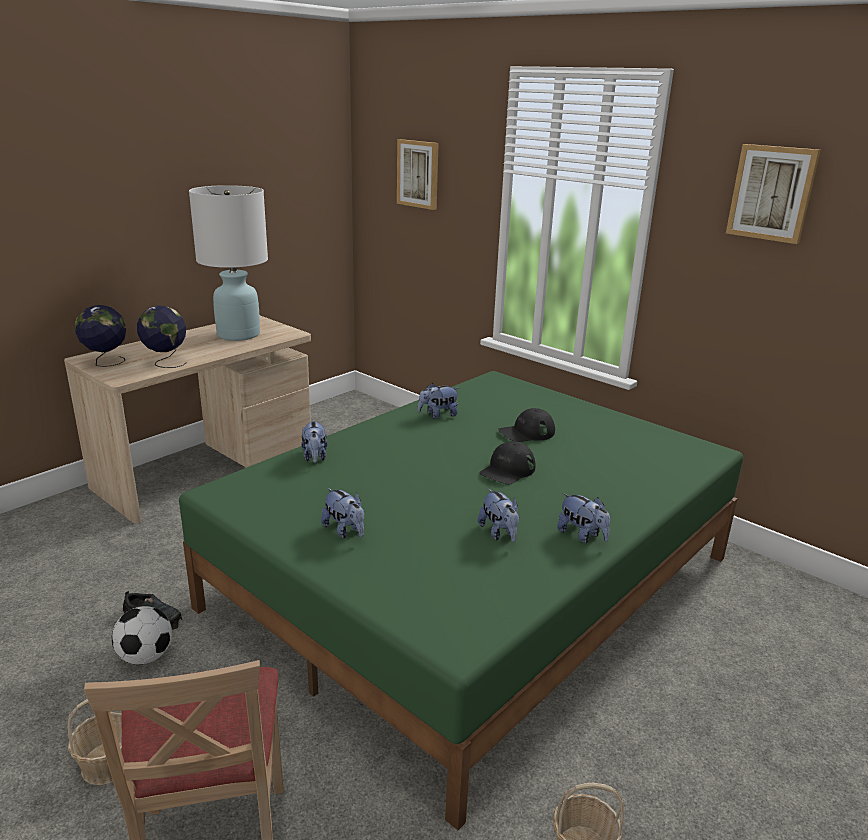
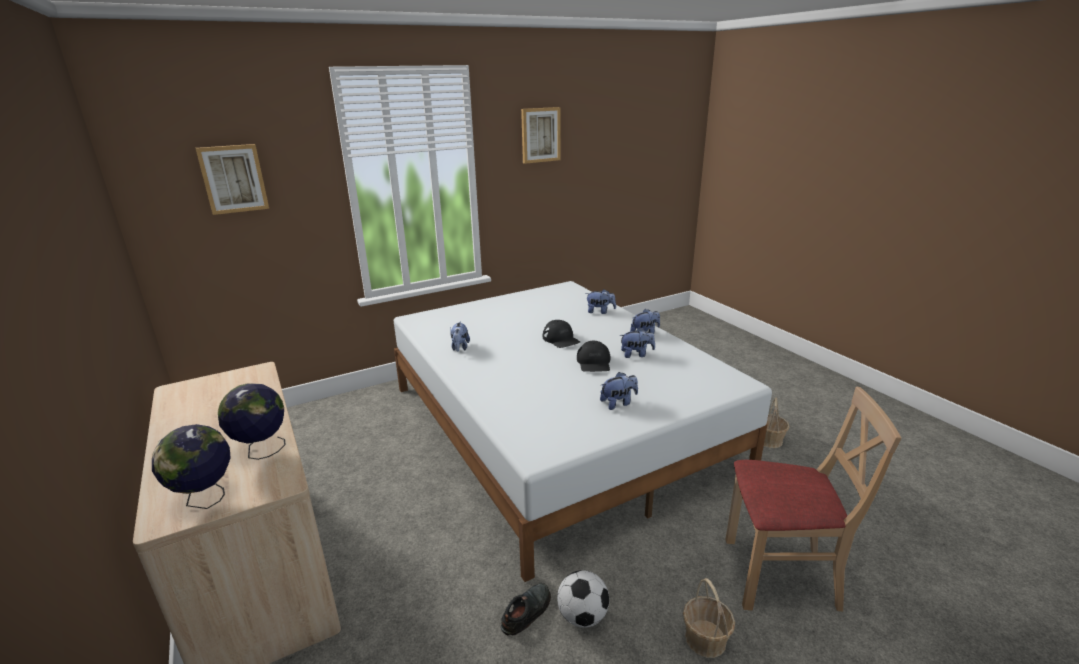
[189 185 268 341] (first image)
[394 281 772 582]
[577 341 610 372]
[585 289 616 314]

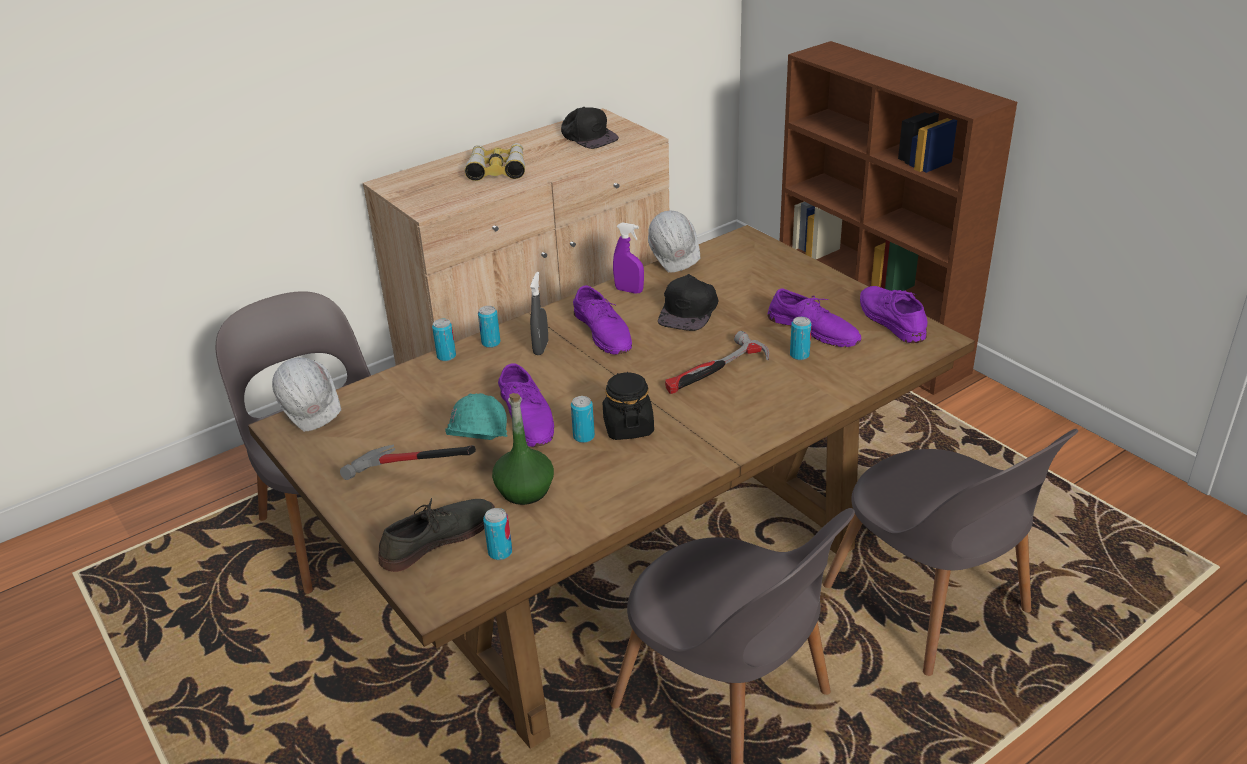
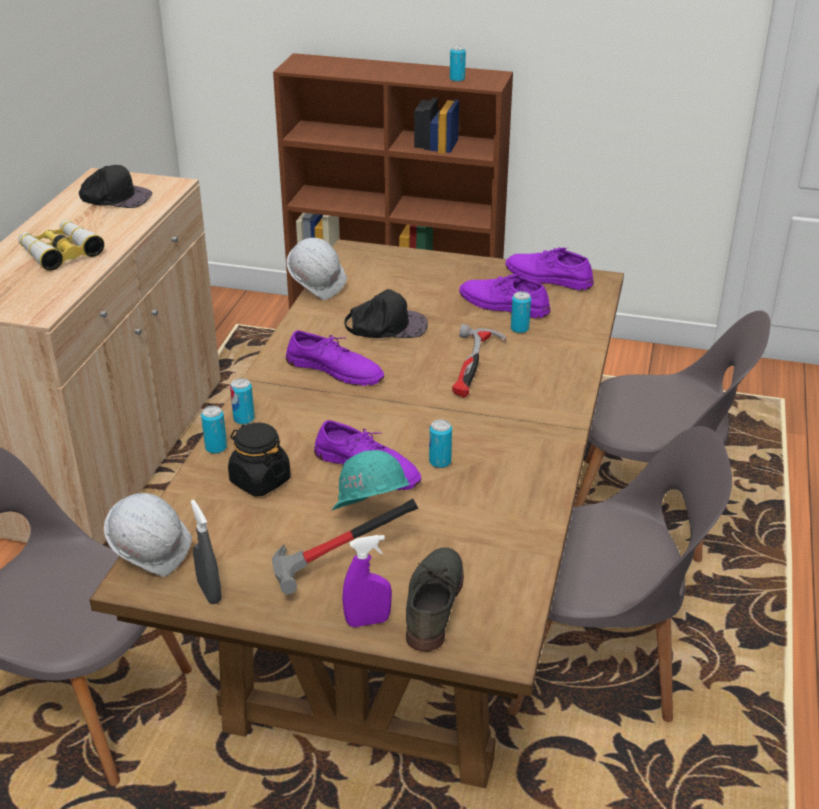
[342 535 392 627]
[190 500 222 604]
[344 289 428 338]
[459 274 550 319]
[228 423 291 497]
[492 393 554 505] (first image)
[450 46 466 82]

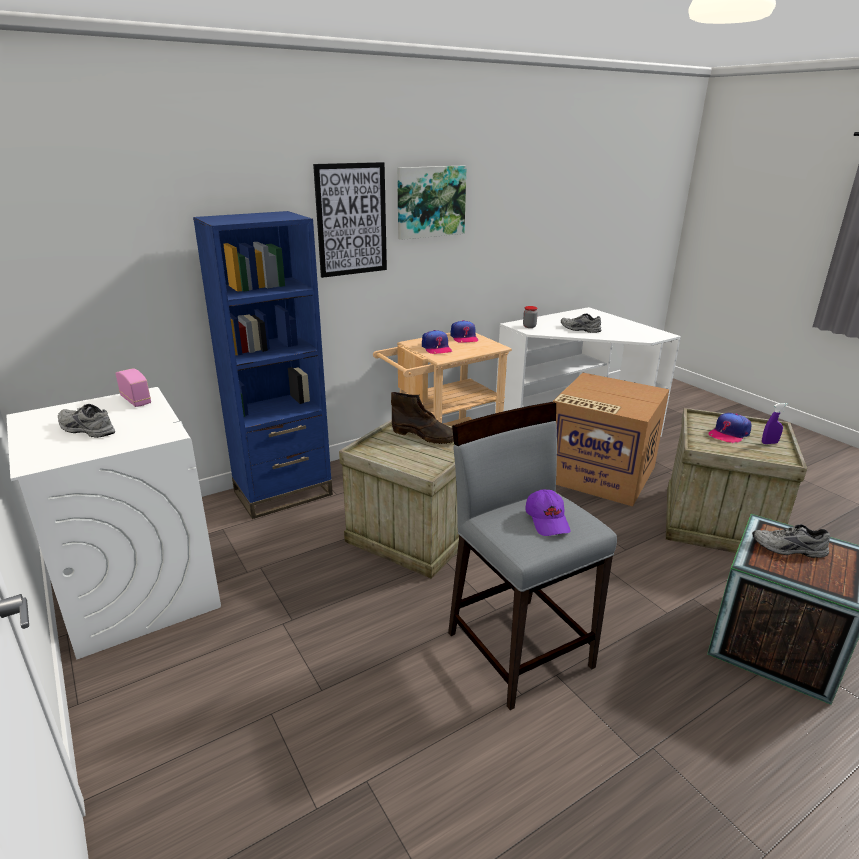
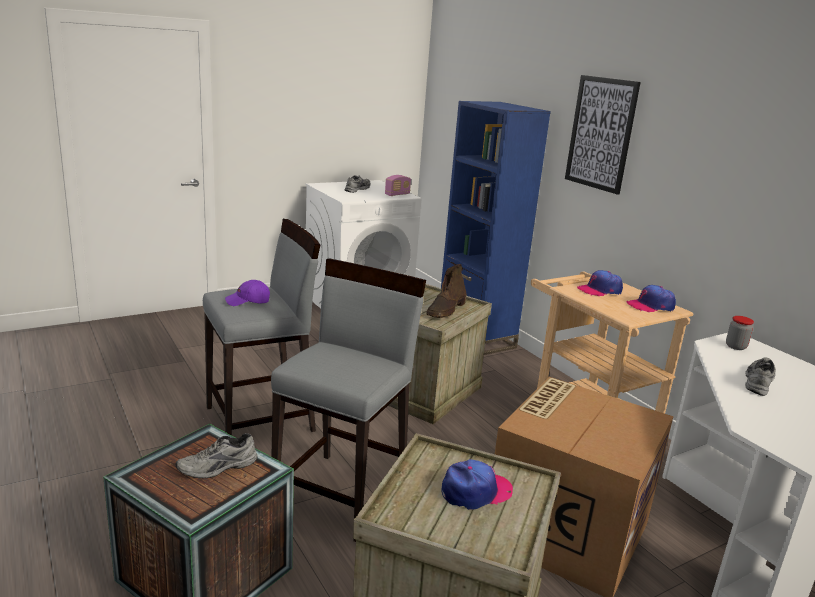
[397 166 467 240] (first image)
[762 403 788 444] (first image)
[441 459 513 510]
[175 433 257 478]
[271 258 426 542]

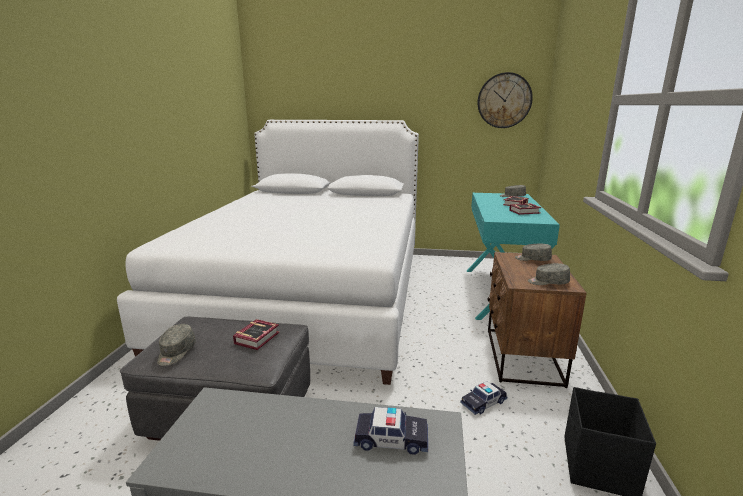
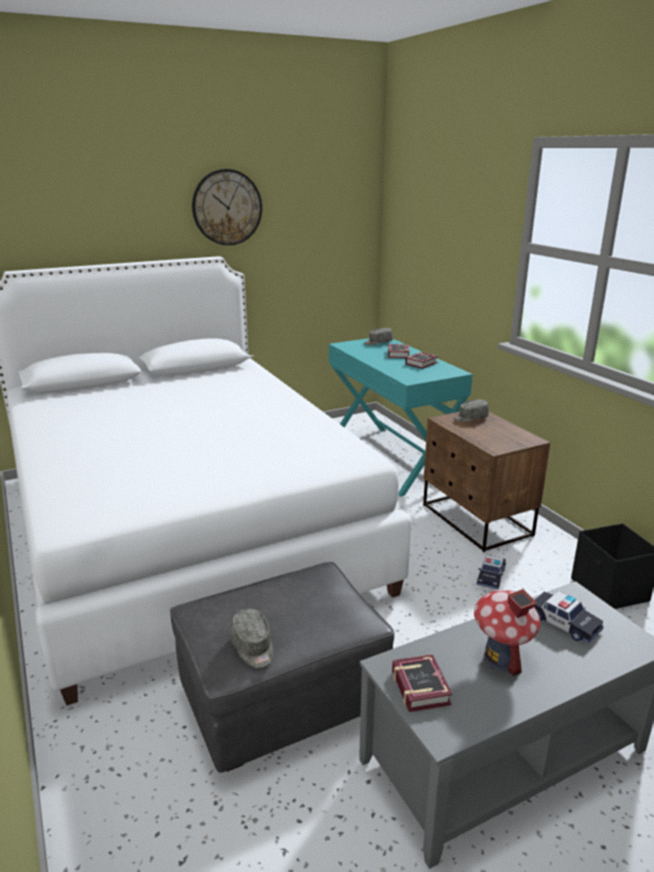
[192 169 262 245]
[528 263 570 285] (first image)
[392 654 452 712]
[534 591 604 644]
[474 589 541 676]

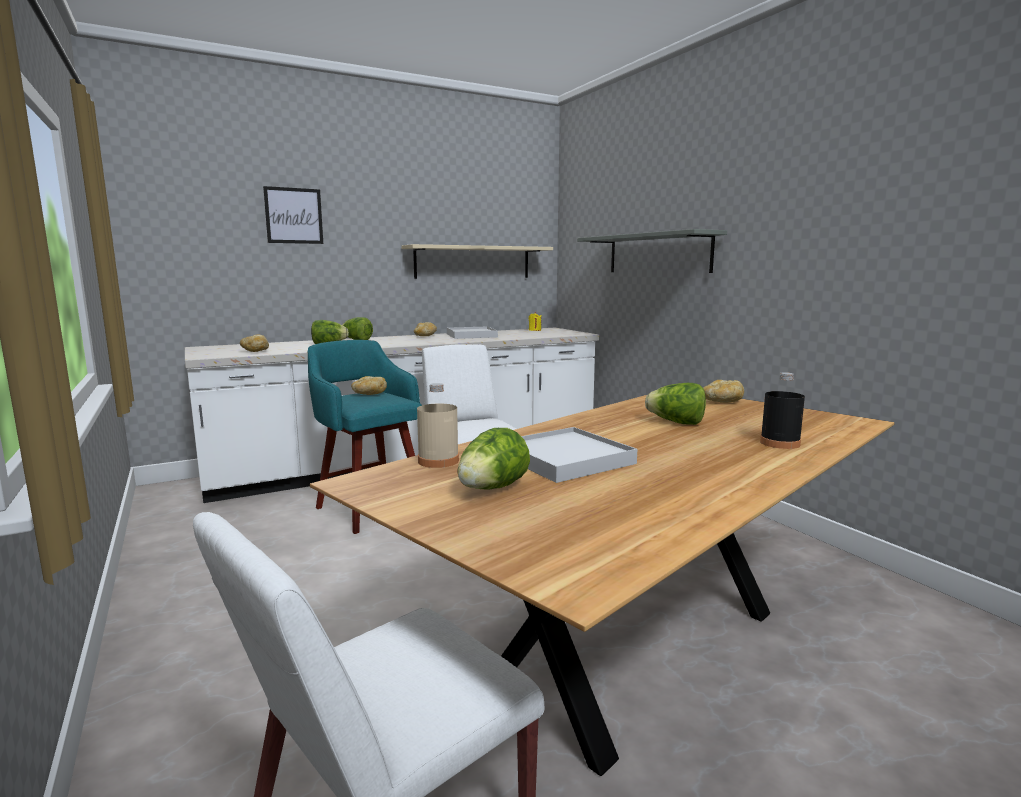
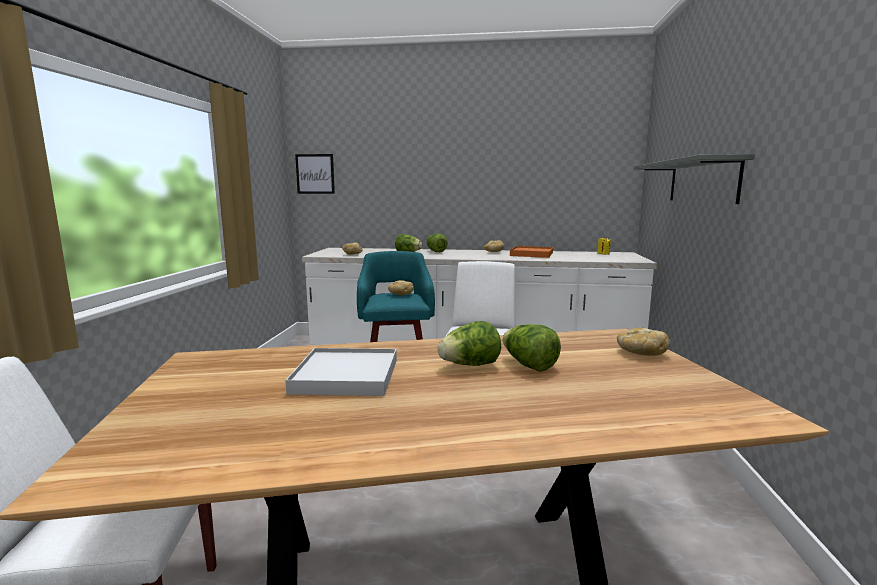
[295 154 335 194]
[401 244 553 279] (first image)
[510 246 553 258]
[760 372 805 449] (first image)
[417 383 459 468] (first image)
[437 321 501 366]

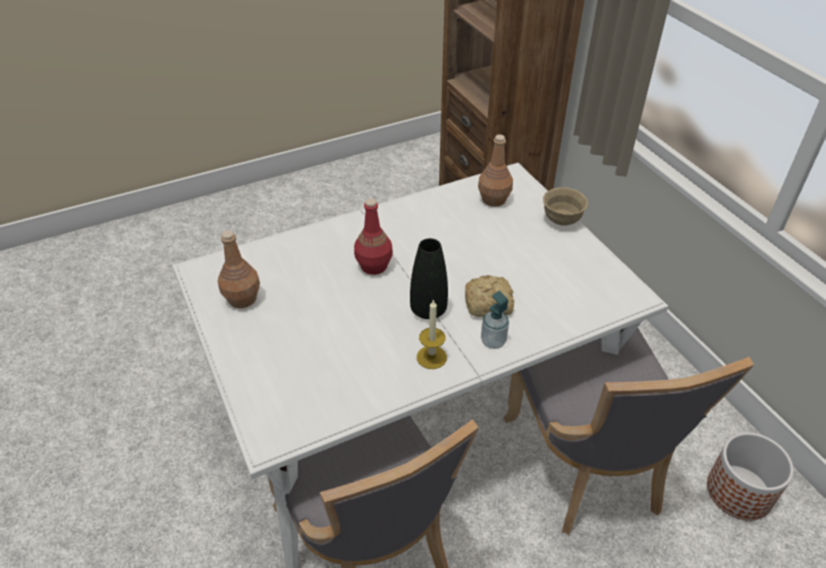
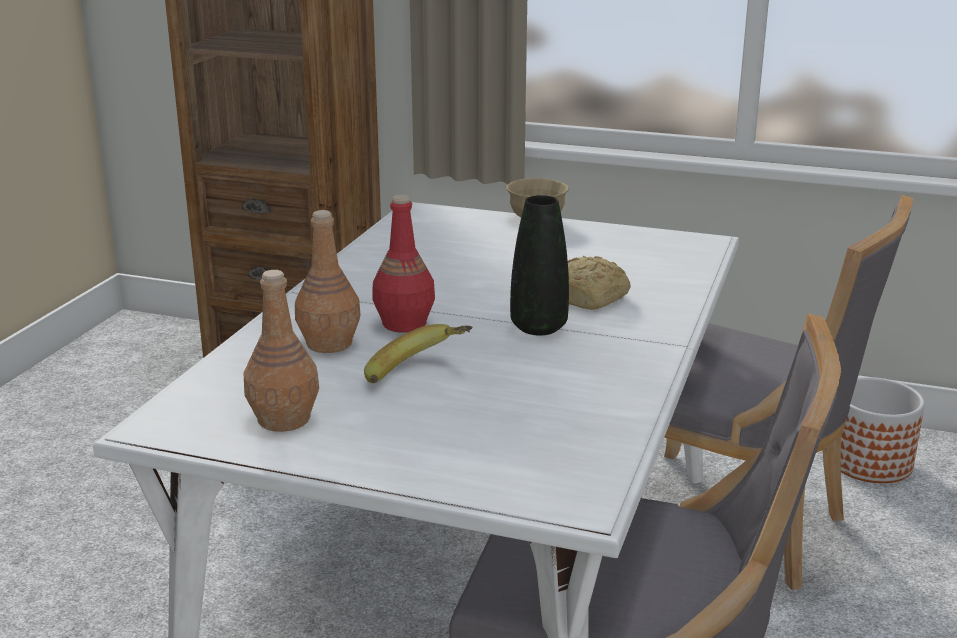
[295 210 361 353]
[481 291 509 349] (first image)
[417 299 447 369] (first image)
[364 324 473 384]

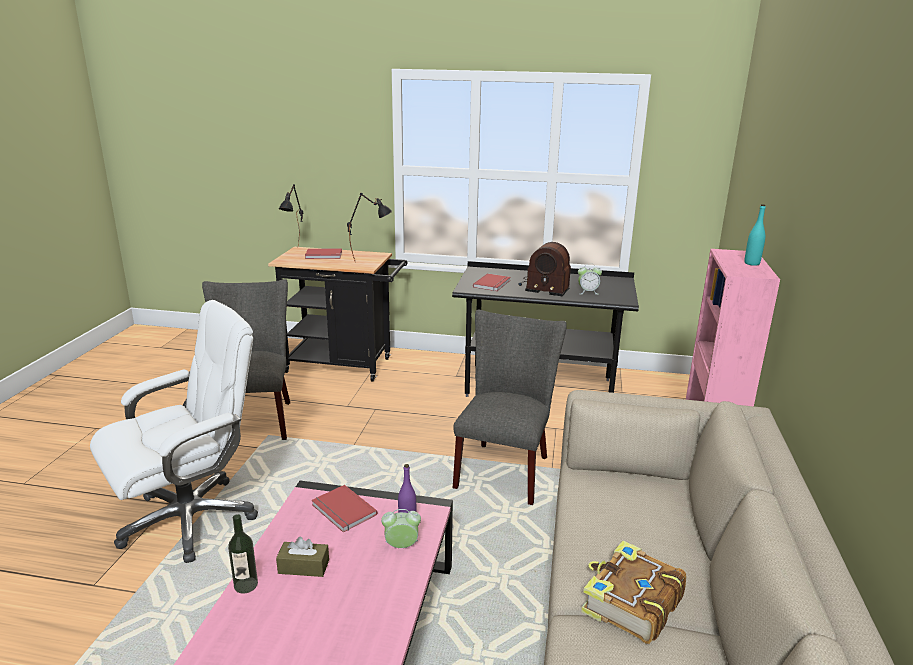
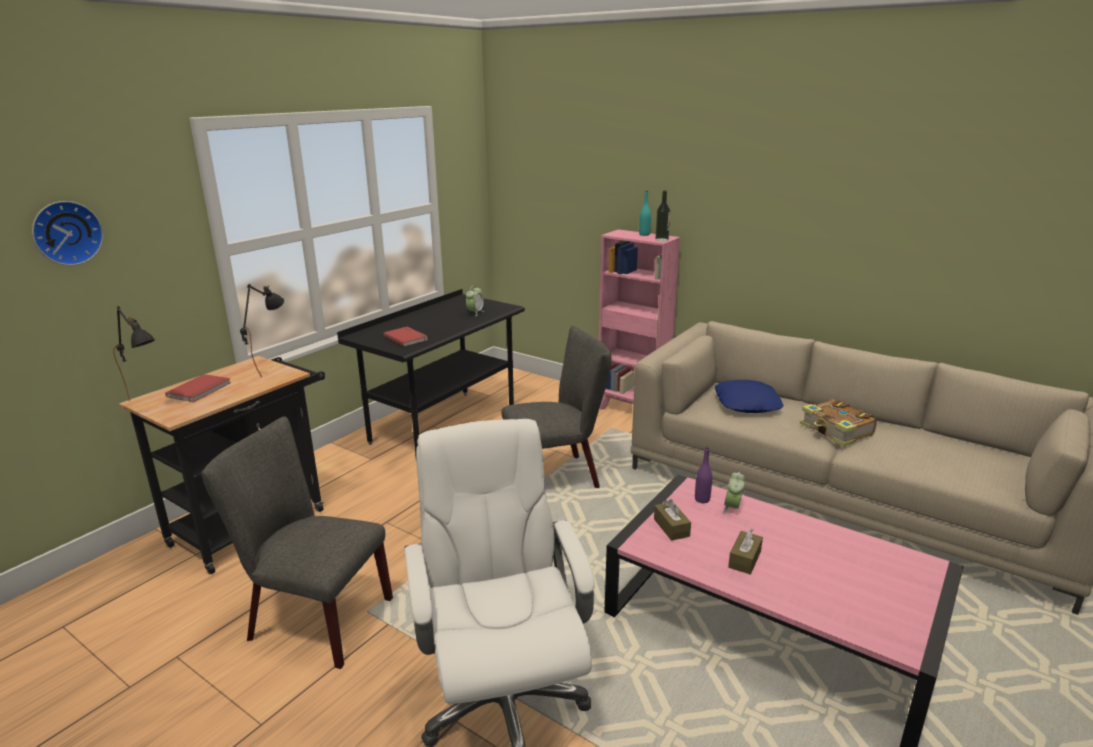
[518 242 571 296] (first image)
[501 326 611 488]
[654 499 691 541]
[655 191 671 241]
[32 201 104 266]
[715 380 784 413]

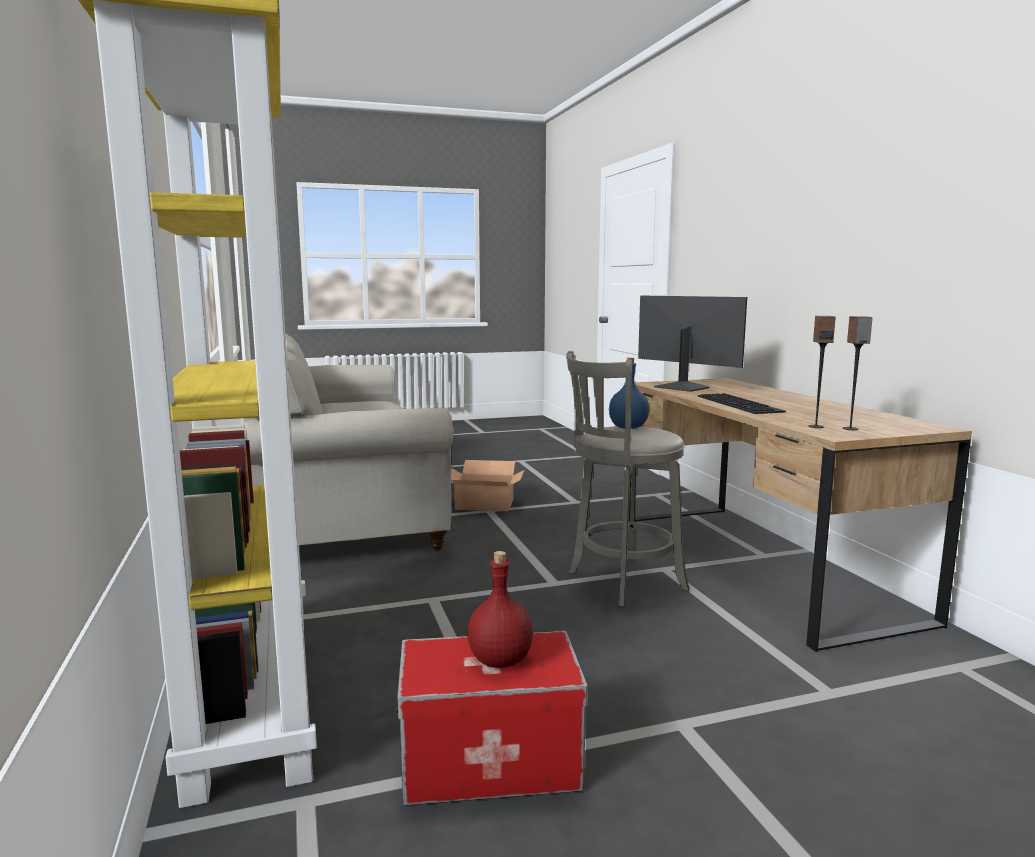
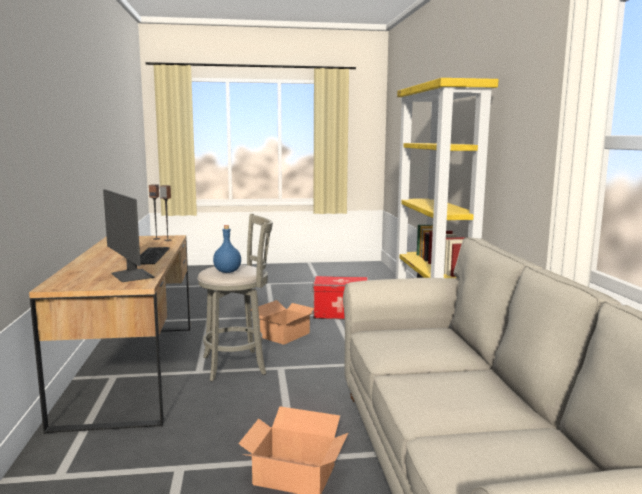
[467 551 533 668] (first image)
[251 300 317 345]

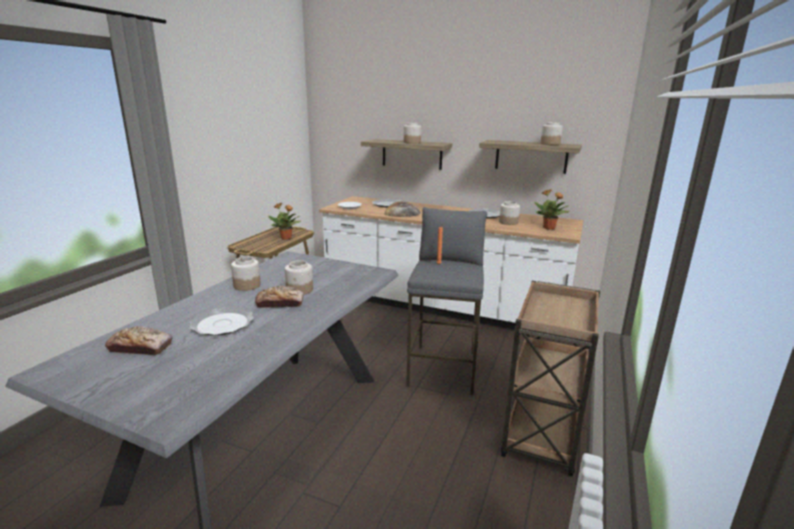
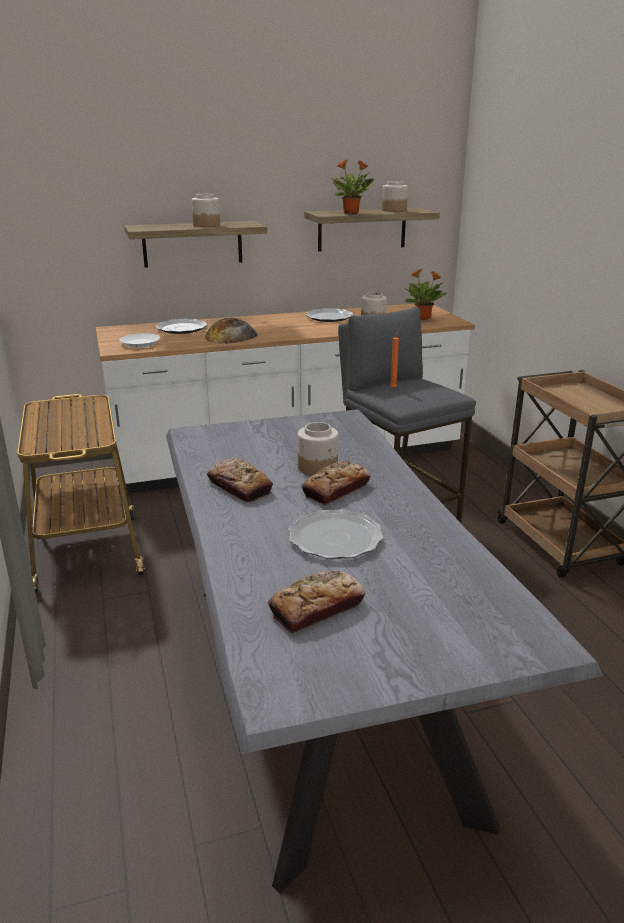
[331 159 374 214]
[207 459 273 502]

